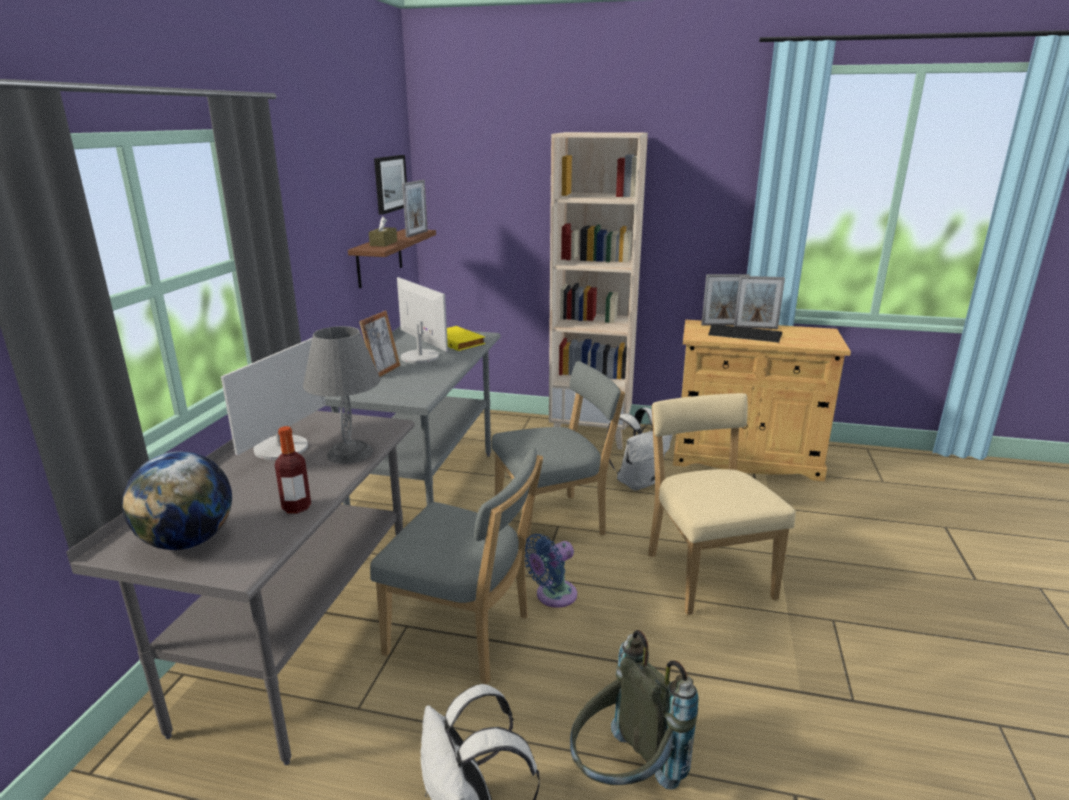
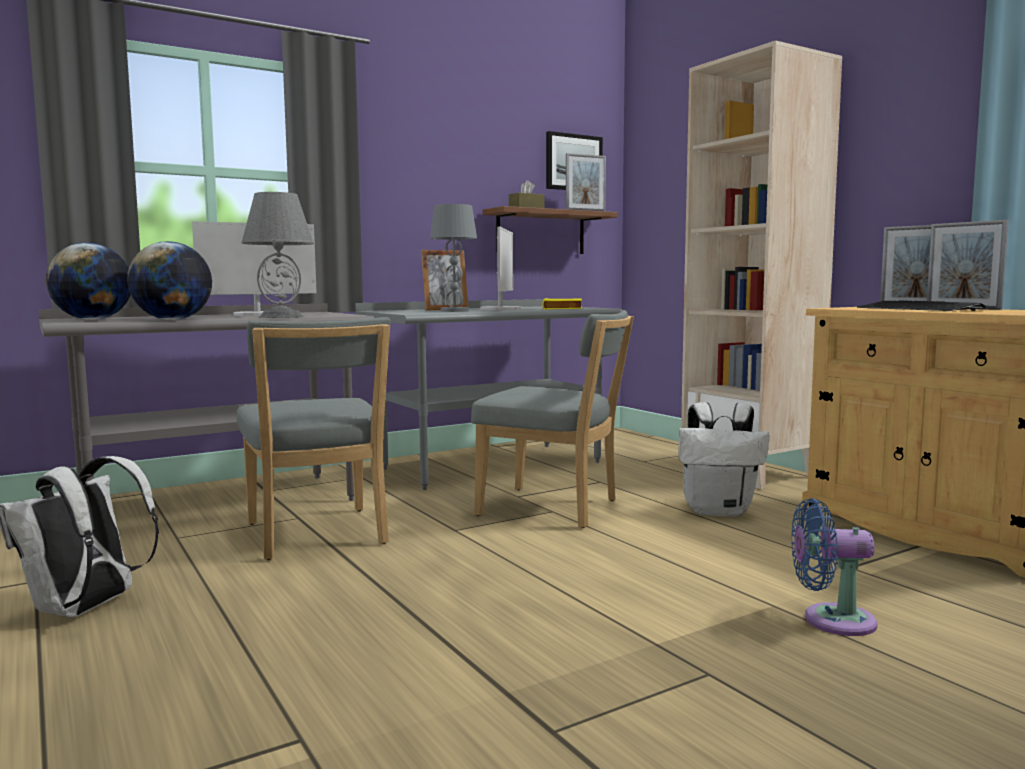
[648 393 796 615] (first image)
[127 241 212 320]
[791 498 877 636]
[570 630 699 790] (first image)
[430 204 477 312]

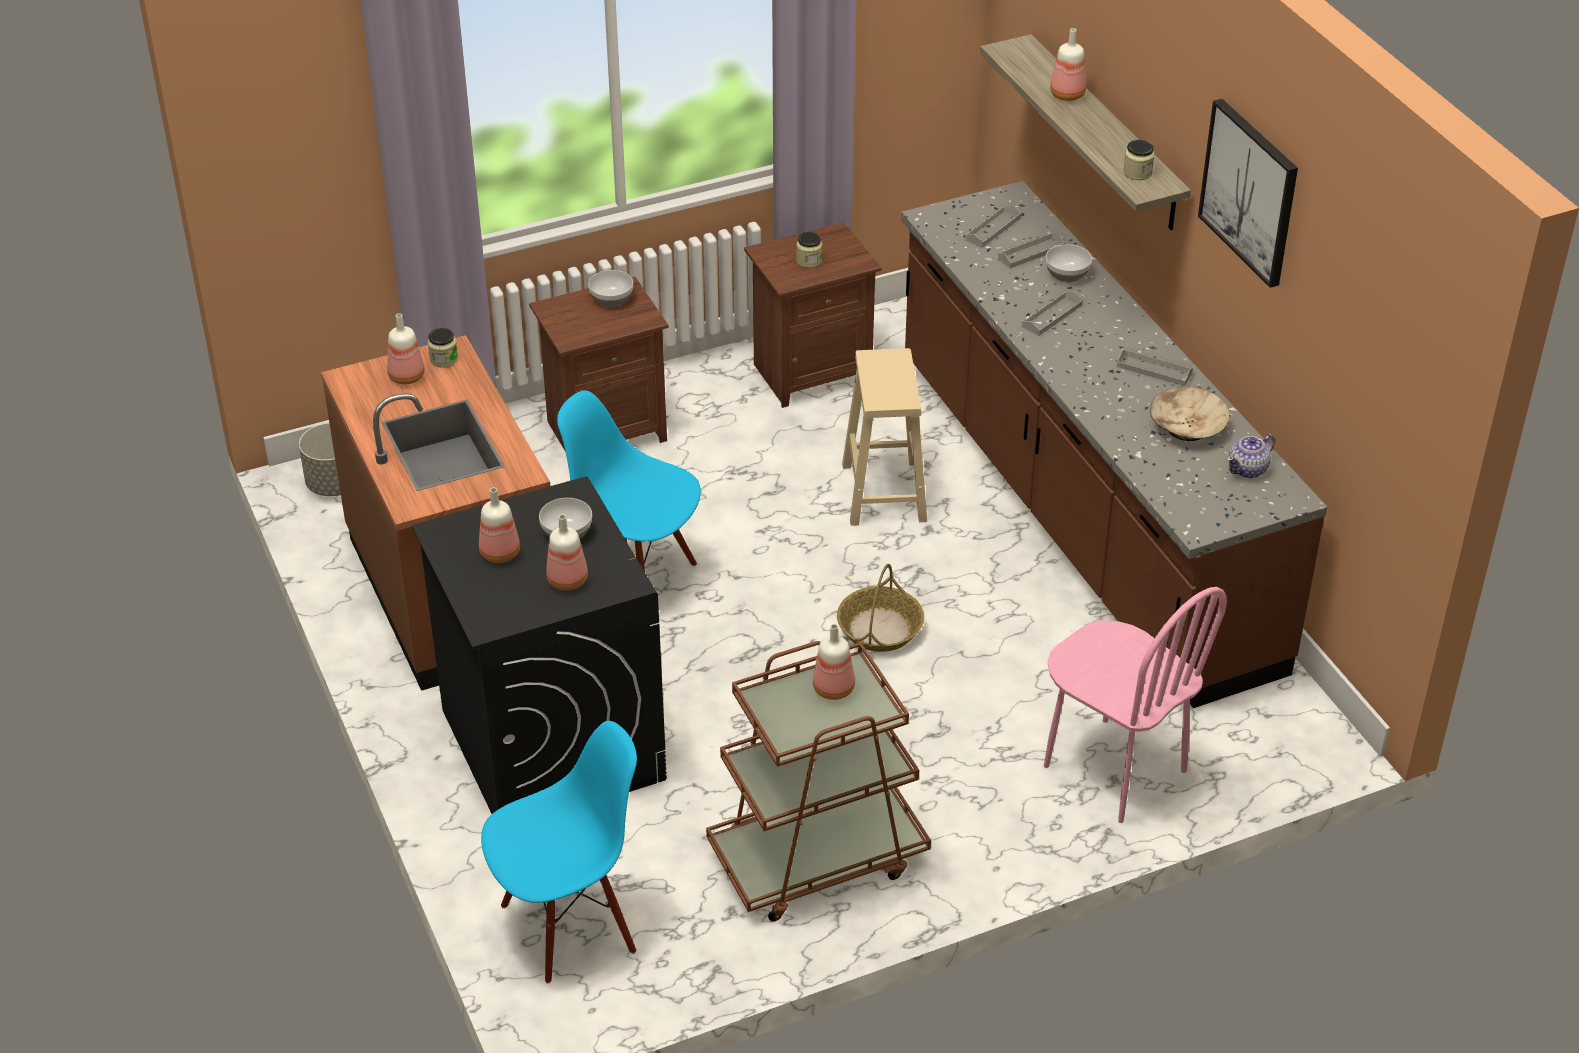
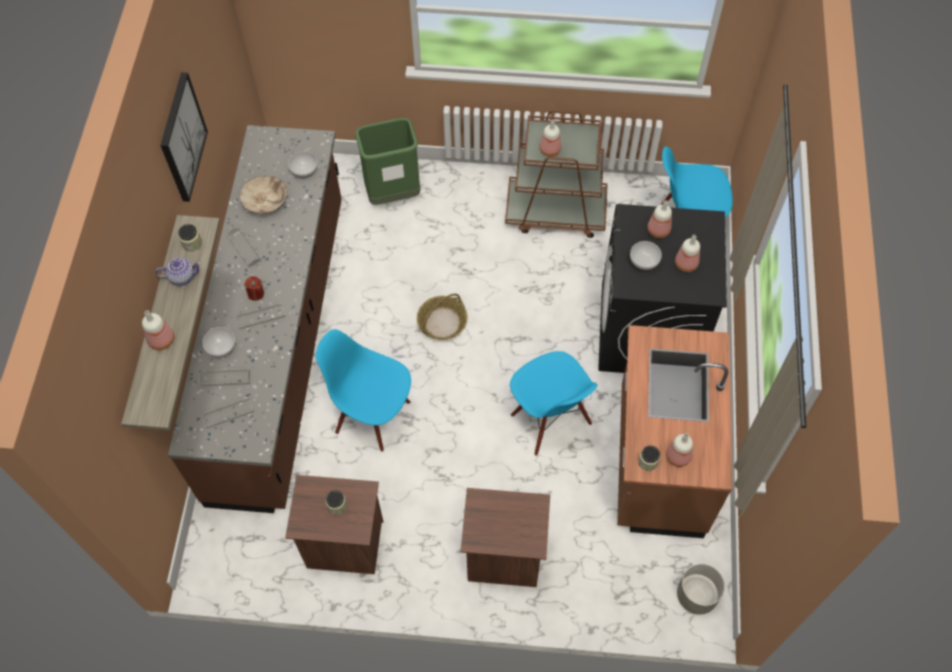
[288 151 318 178]
[316 329 411 452]
[155 257 201 286]
[355 118 420 205]
[244 276 264 301]

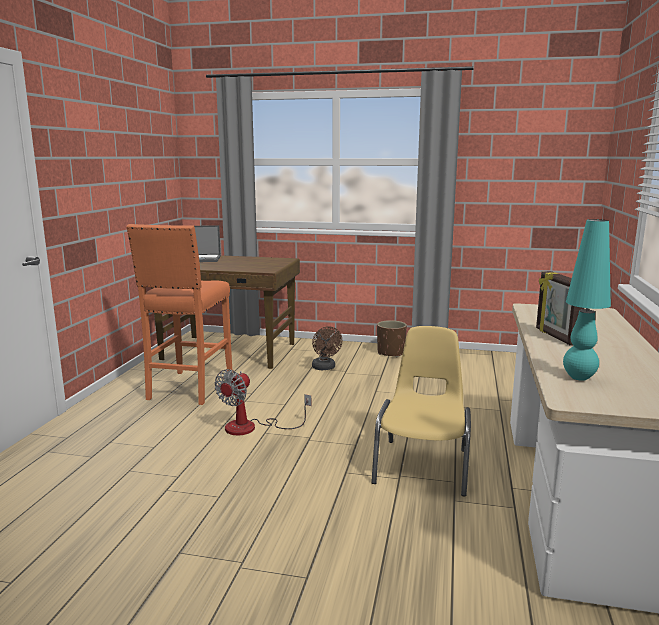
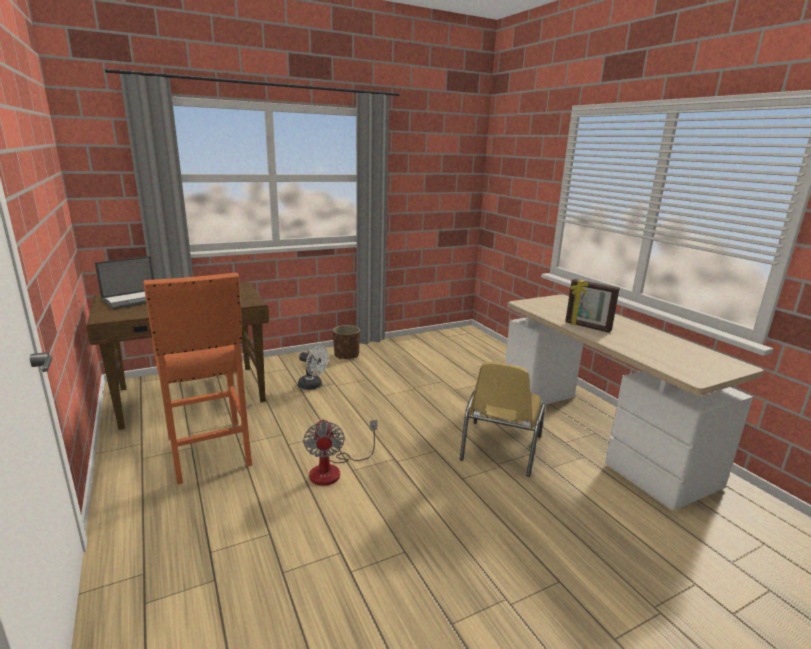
[563 219 611 381] (first image)
[298 346 329 390]
[460 362 545 477]

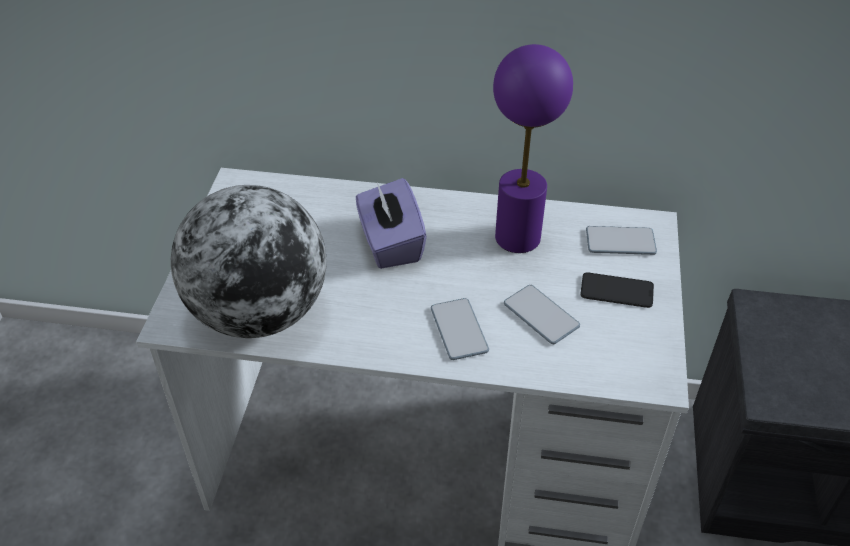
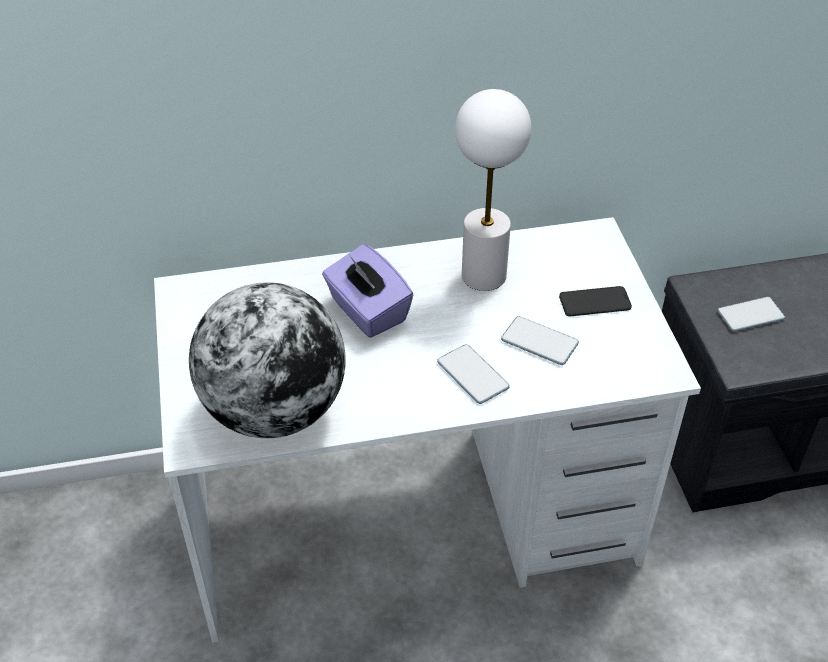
[455 89 531 291]
[717 297 785 332]

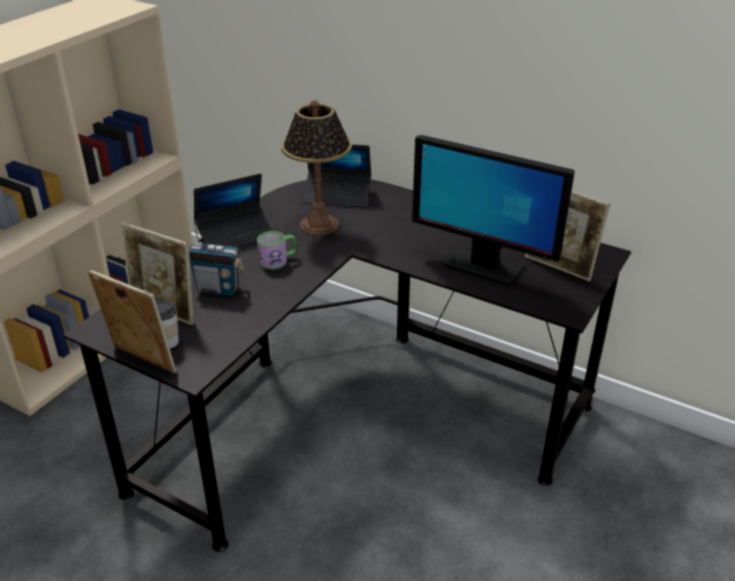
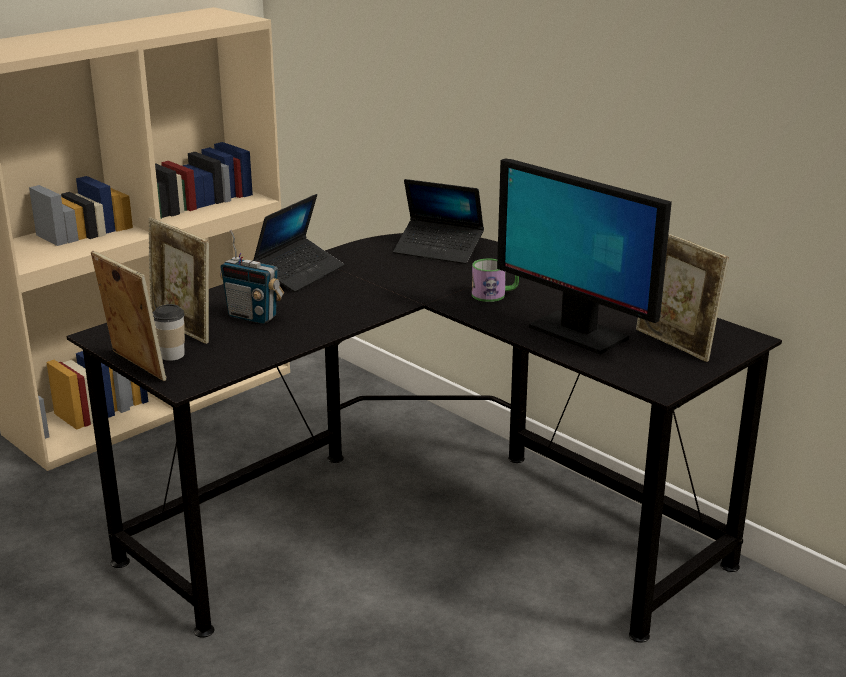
[281 100 352 236] (first image)
[252 194 344 292]
[472 258 519 302]

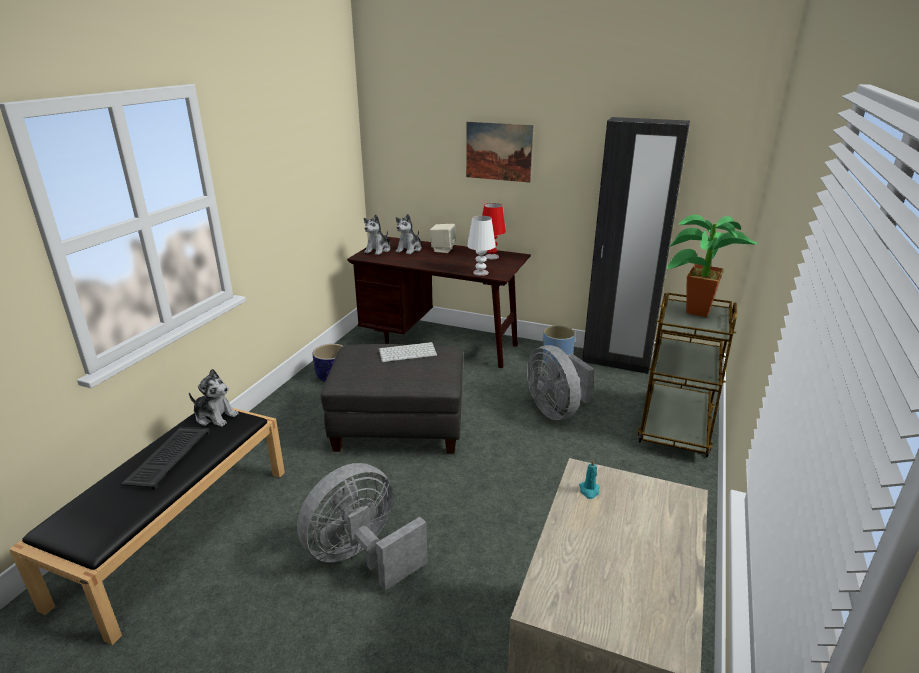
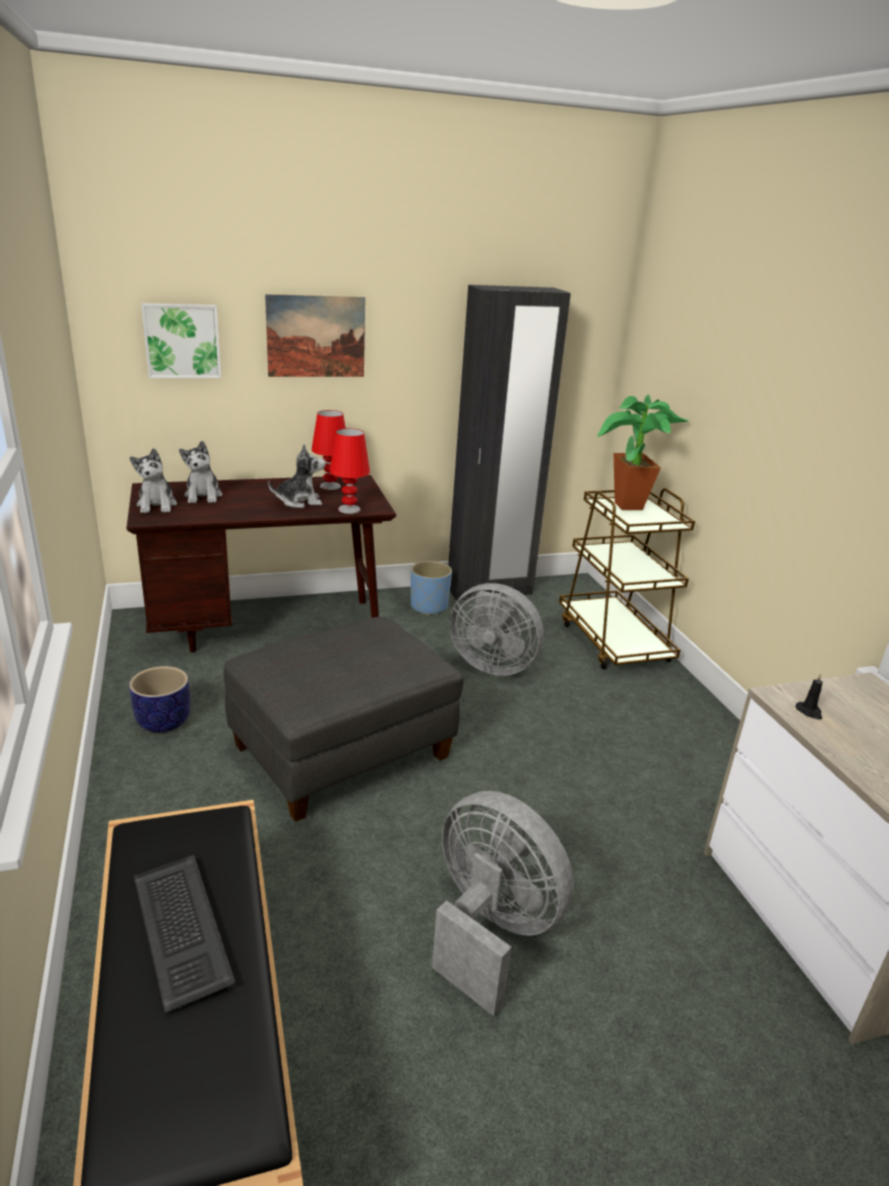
[329 428 370 514]
[430 224 456 253] (first image)
[379 342 437 362] (first image)
[268 444 326 508]
[795 674 823 720]
[432 791 574 1016]
[141 303 221 378]

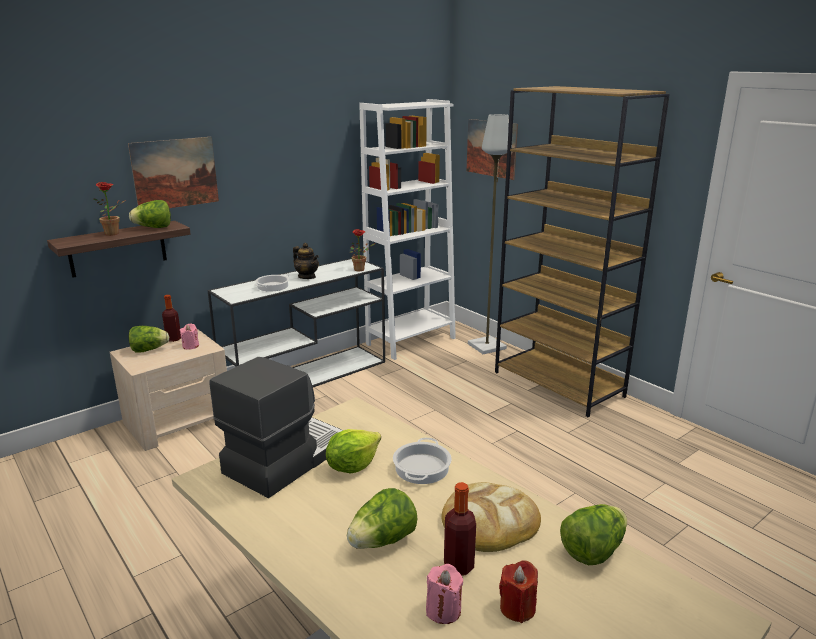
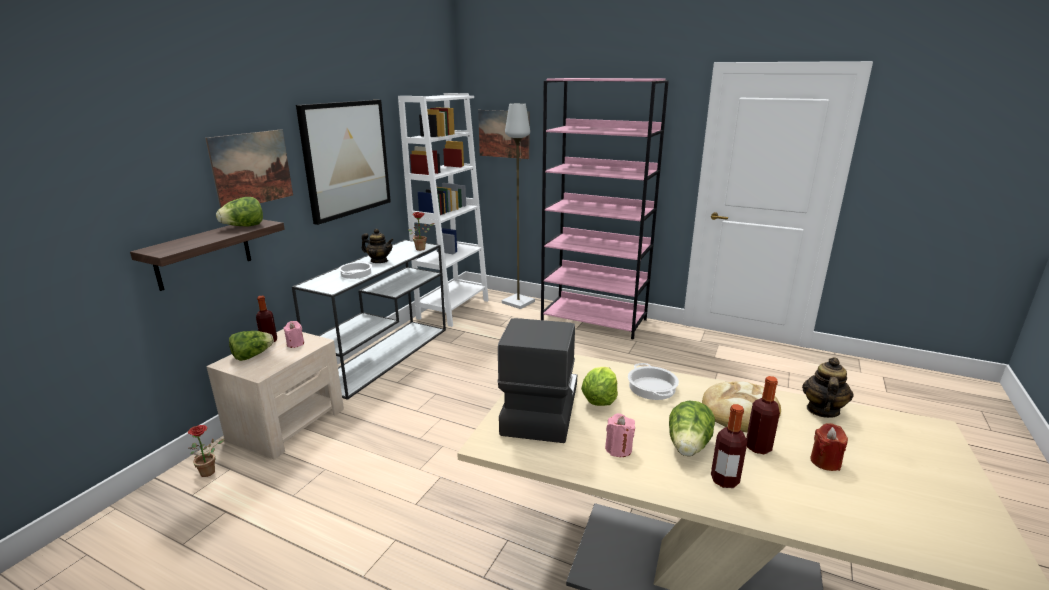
[541 78 669 340]
[188 425 225 477]
[802 357 854 418]
[605 413 635 457]
[296 100 391 225]
[711 404 747 488]

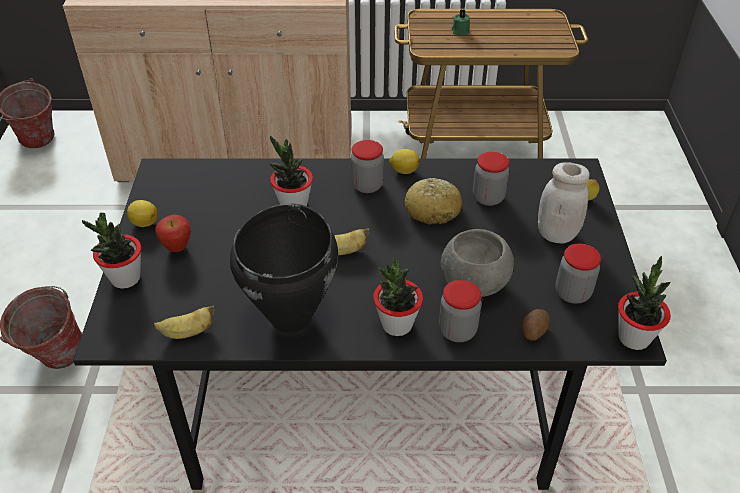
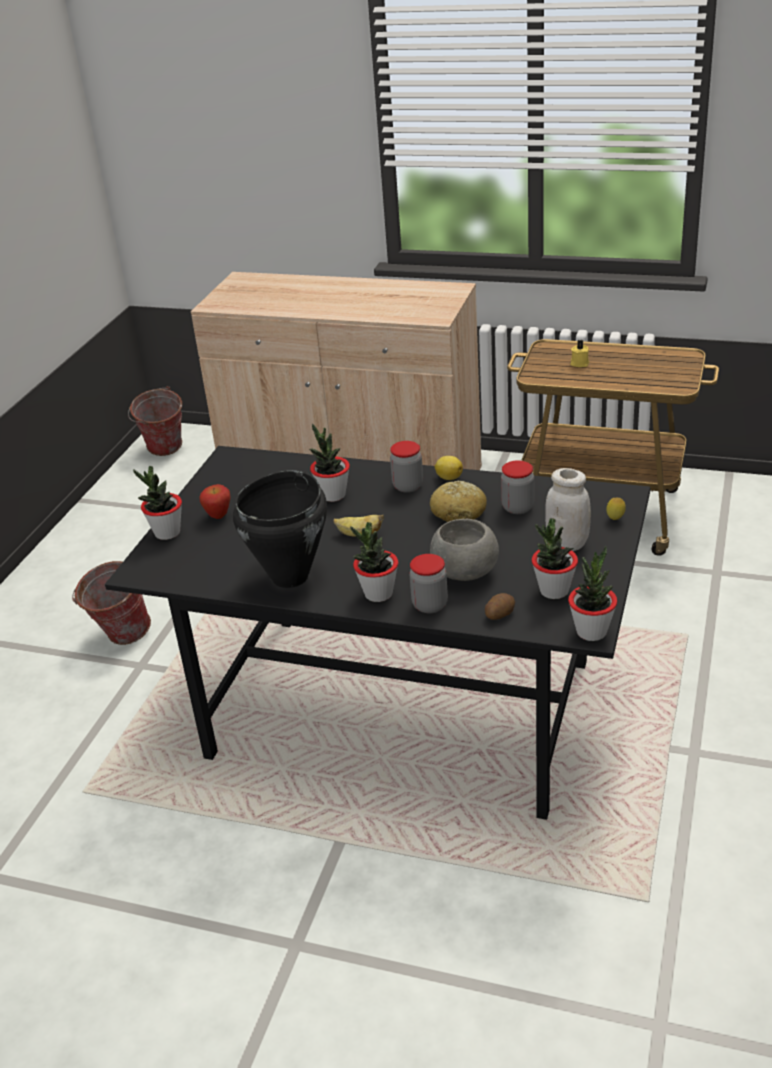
[570 340 589 367]
[127 200 158 227] (first image)
[532 518 578 599]
[154 305 215 339] (first image)

